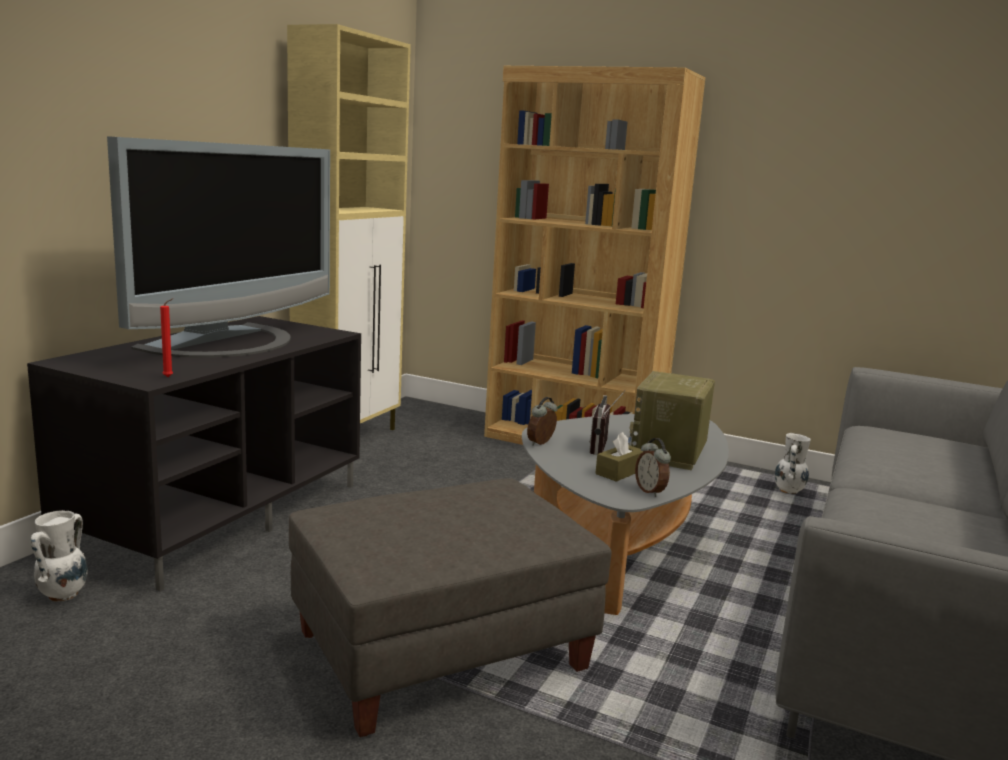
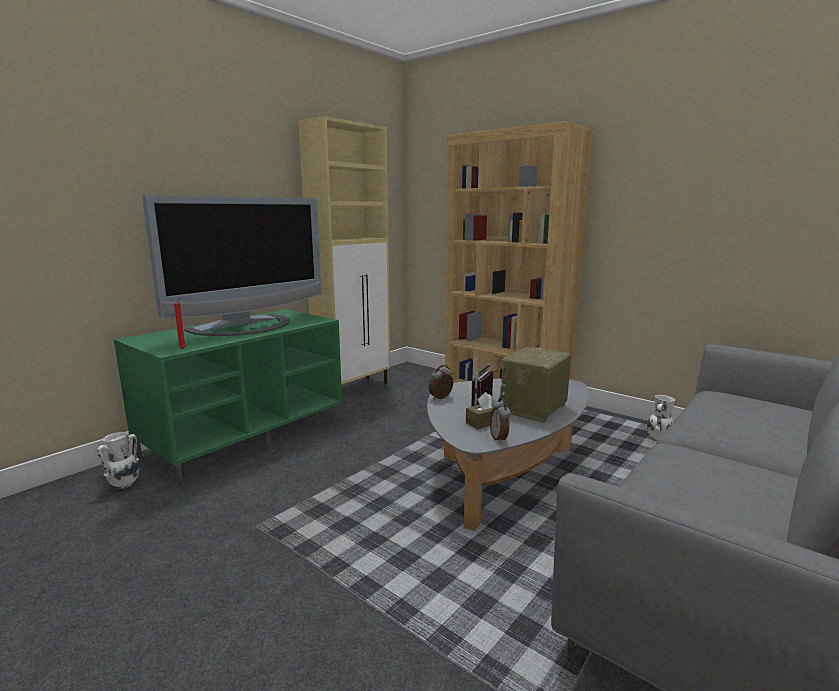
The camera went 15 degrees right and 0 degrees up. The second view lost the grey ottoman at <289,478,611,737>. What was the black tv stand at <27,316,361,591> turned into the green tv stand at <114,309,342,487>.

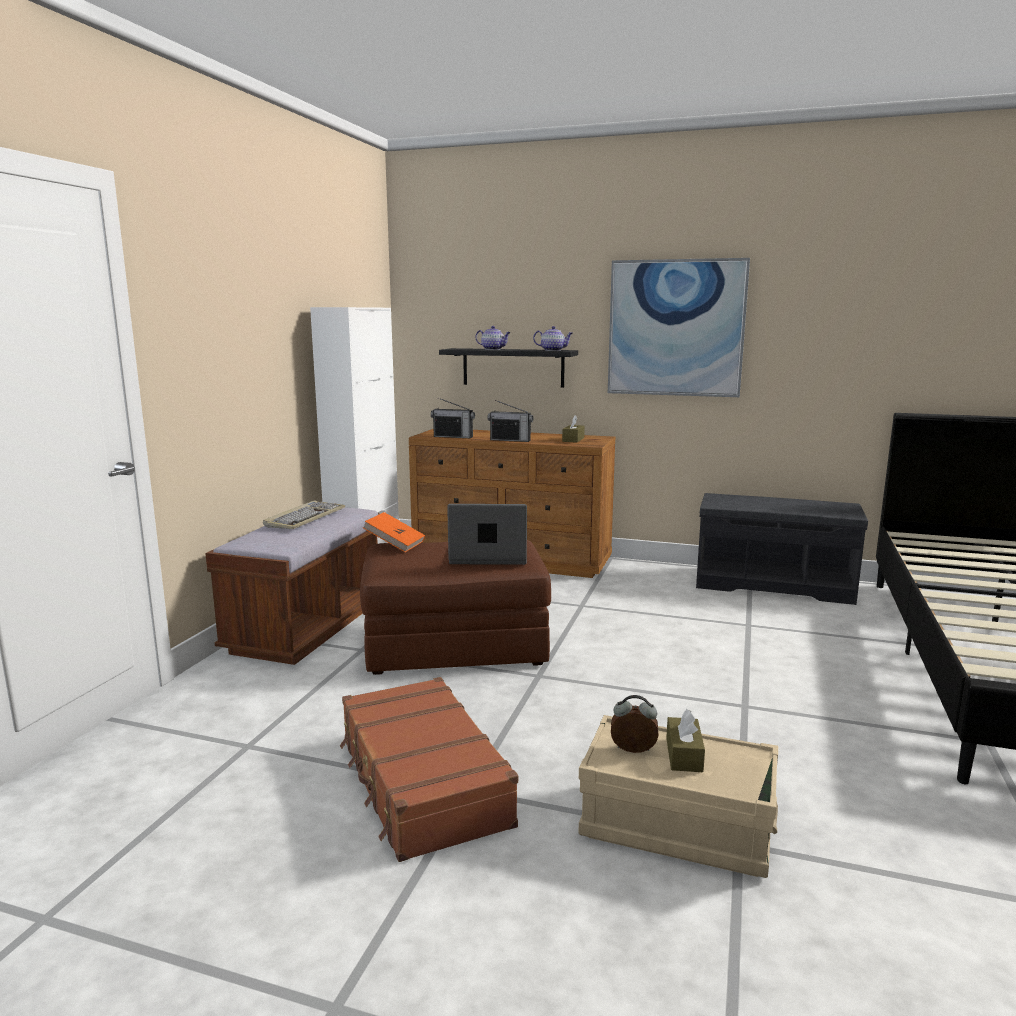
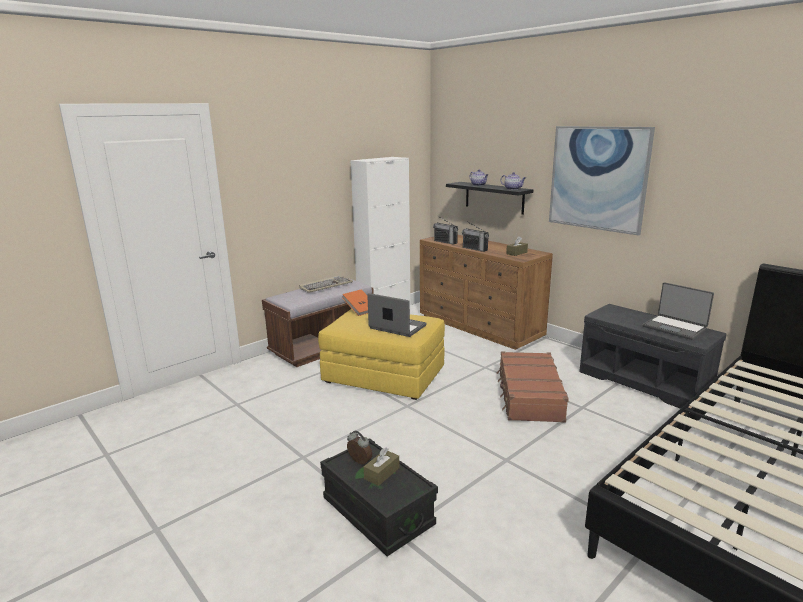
The camera went 30 degrees right and 5 degrees up. The second view gained the laptop at <643,282,714,340>. The brown suitcase ended up elsewhere, having gone from <340,677,518,862> to <497,351,569,423>. What was the brown ottoman at <360,540,551,675> turned into the yellow ottoman at <318,309,445,400>. What was the beige storage box at <578,715,778,878> turned into the black storage box at <320,438,438,557>.

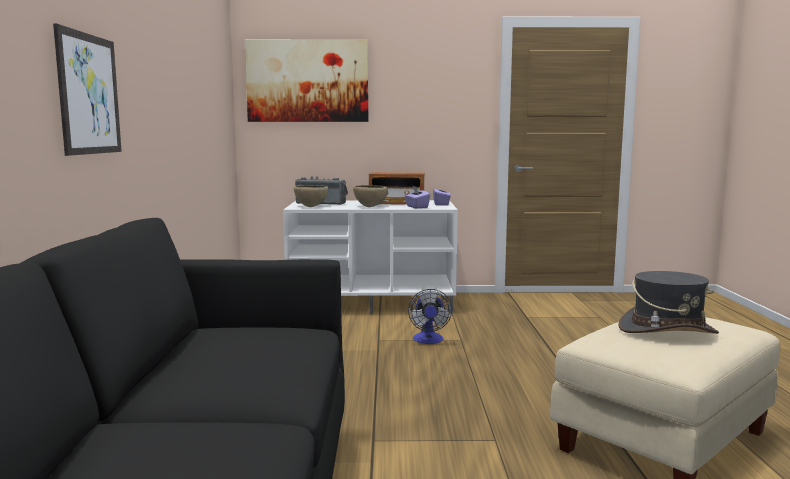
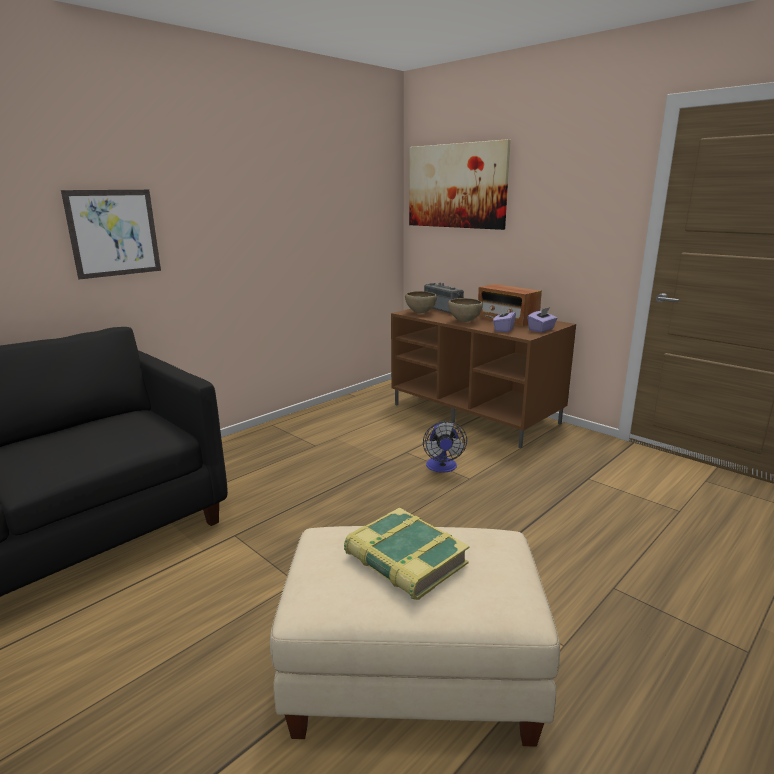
The camera went 45 degrees right and 10 degrees up. Where the grey hat stood at <618,271,719,334>, the book came to stand at <344,507,469,600>. What was the white tv stand at <283,200,458,314> turned into the brown tv stand at <391,309,576,448>. The fan at <408,289,452,344> ended up facing another way, 45 degrees counterclockwise from before.

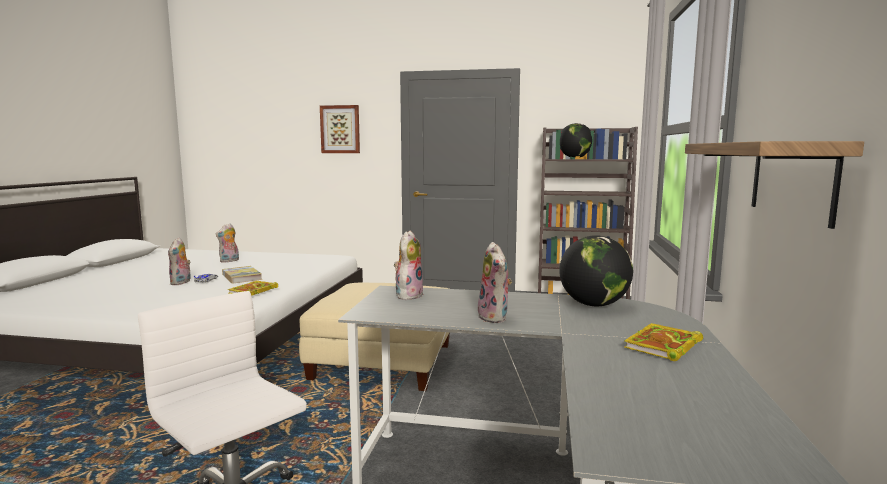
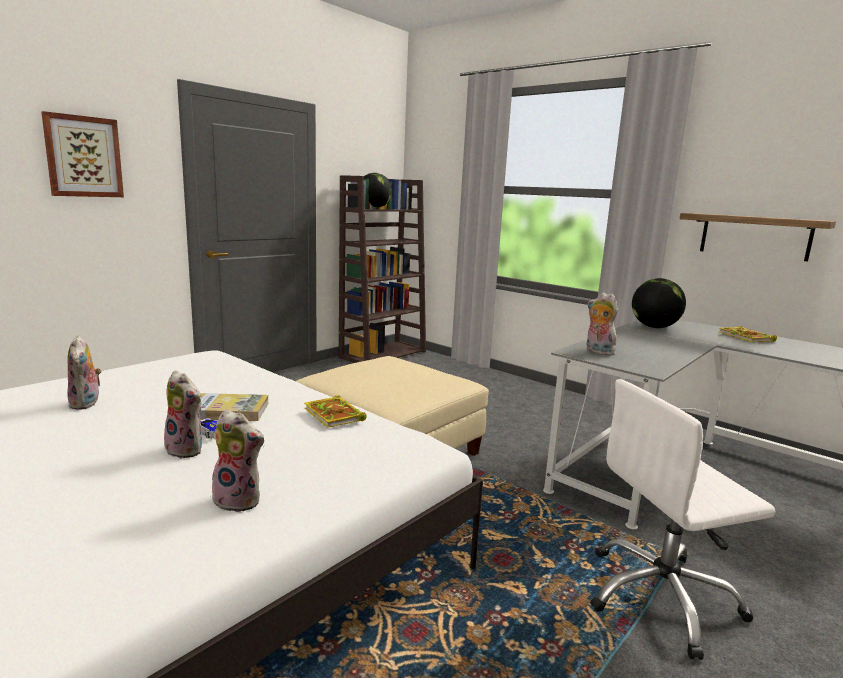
The camera went 60 degrees left and 5 degrees up. The plush toy ended up elsewhere, having gone from <478,242,512,323> to <210,410,264,513>.

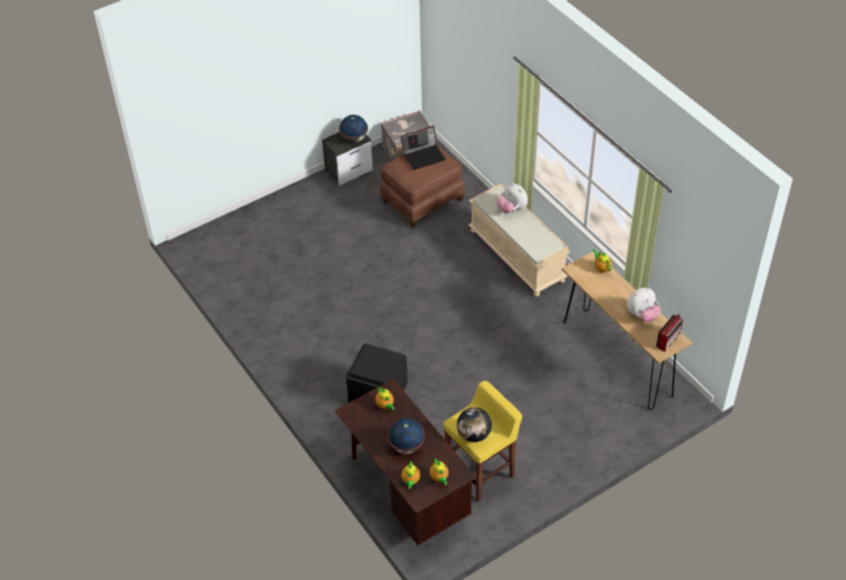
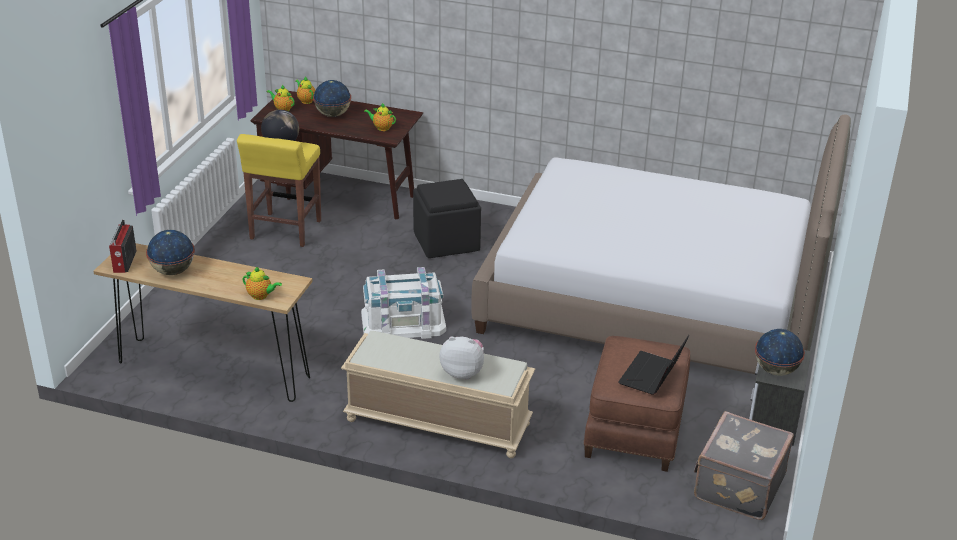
The camera went 140 degrees right and 15 degrees down. The second view gained the white storage box at <361,267,446,339>. The second view gained the bed at <471,114,851,374>. Where the plush toy stood at <627,288,661,322>, the globe came to stand at <146,230,195,275>.

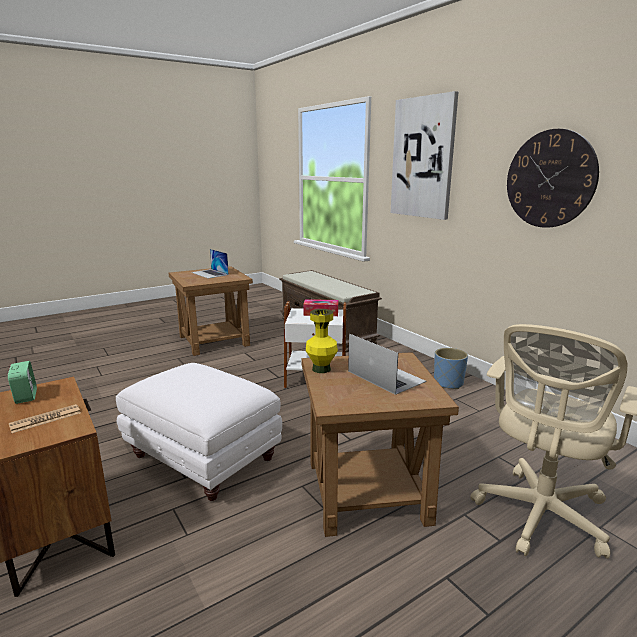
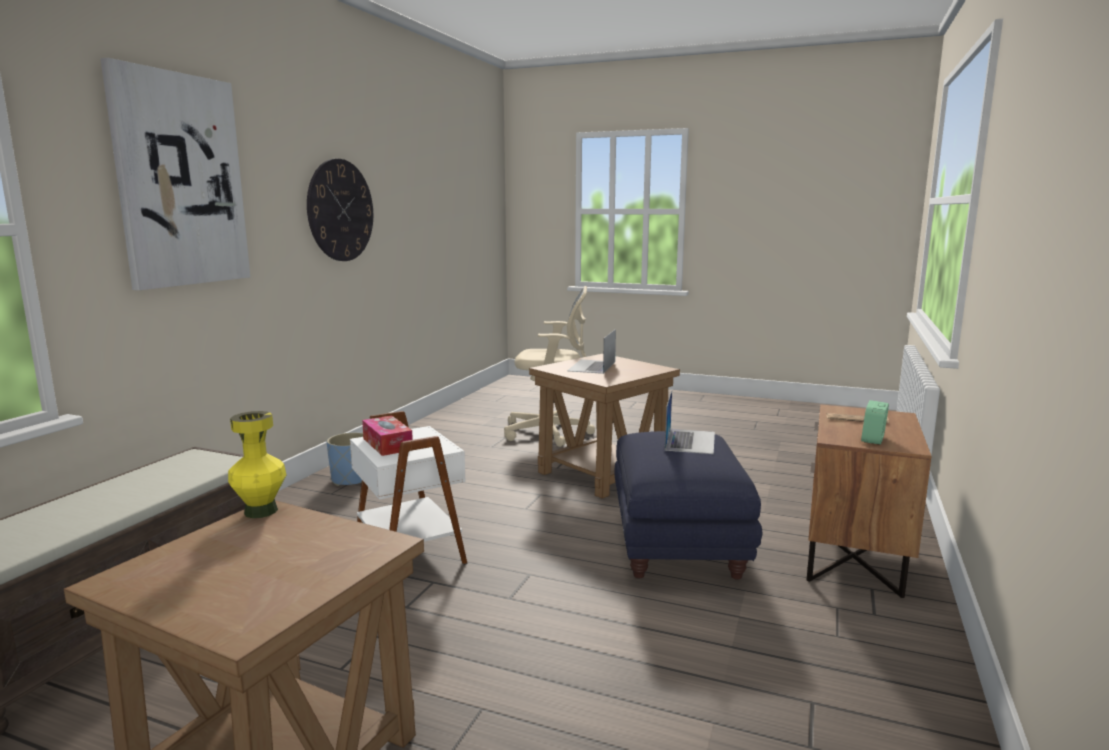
The camera went 125 degrees left and 5 degrees down. The laptop ended up elsewhere, having gone from <191,249,229,279> to <665,390,715,454>. The yellow vase ended up elsewhere, having gone from <306,309,338,373> to <228,411,287,518>. What was the white ottoman at <116,363,282,501> turned into the blue ottoman at <615,431,762,580>.

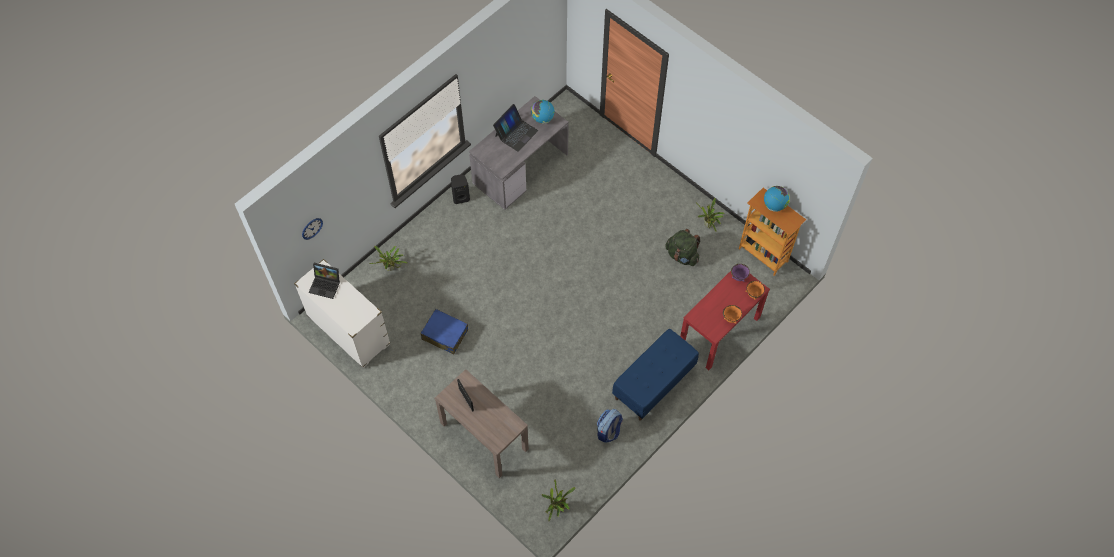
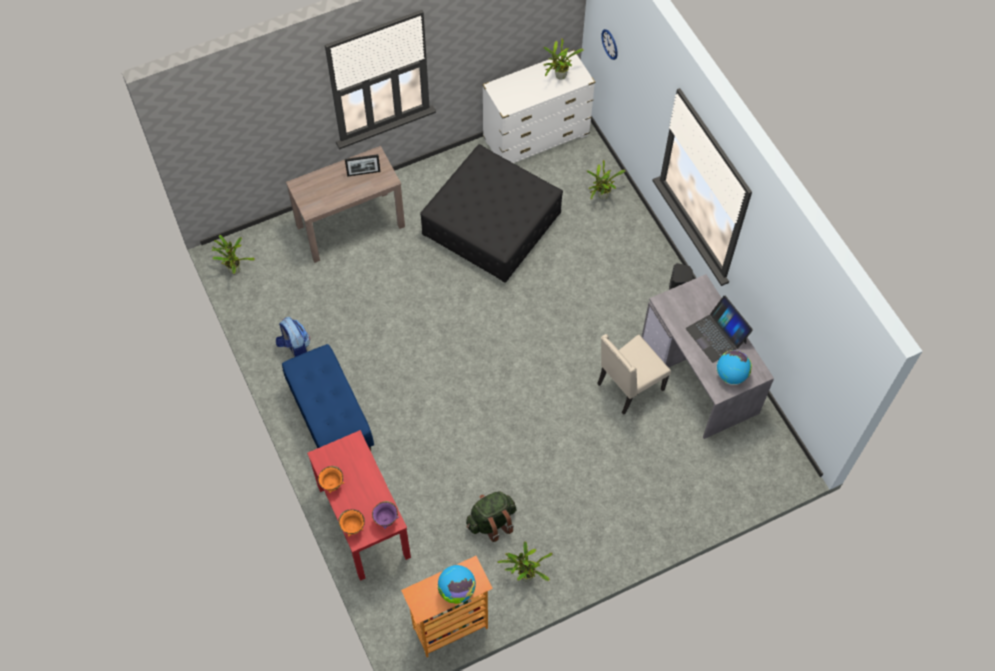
The camera went 110 degrees right and 0 degrees up. The second view gained the beige chair at <597,334,671,415>. Where the laptop stood at <309,263,340,299>, the potted plant came to stand at <543,38,584,80>. Where the blue suitcase stood at <421,309,468,355>, the black ottoman came to stand at <420,144,563,283>.

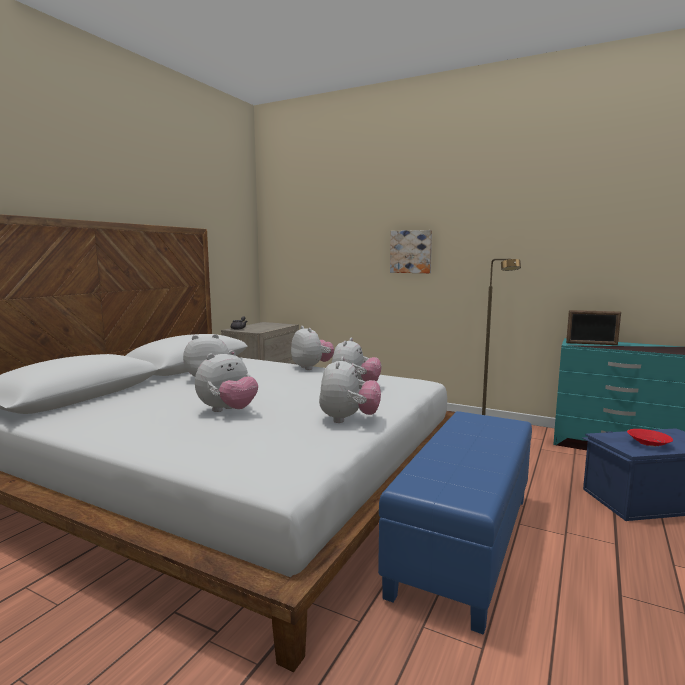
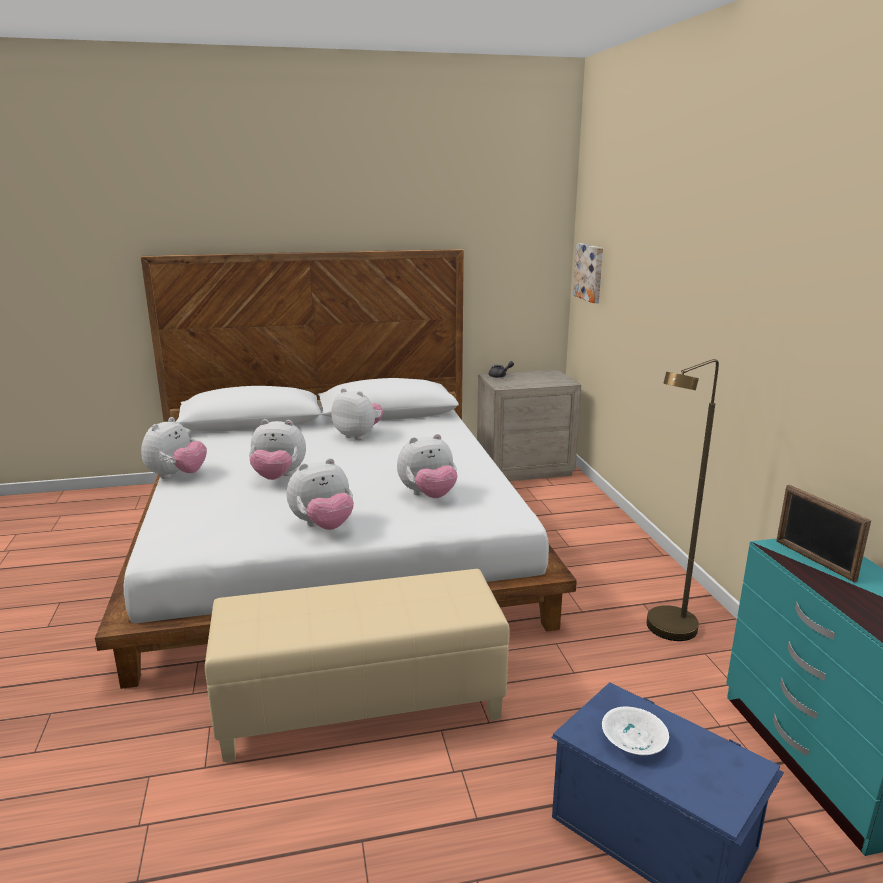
The camera went 50 degrees right and 10 degrees up. The plush toy ended up elsewhere, having gone from <291,326,334,370> to <141,417,207,479>. The picture ended up elsewhere, having gone from <390,230,432,273> to <573,243,603,303>. What was the blue ottoman at <378,411,532,635> turned into the beige ottoman at <205,569,510,762>. What was the red bowl at <627,429,673,447> turned into the white bowl at <602,706,669,755>.

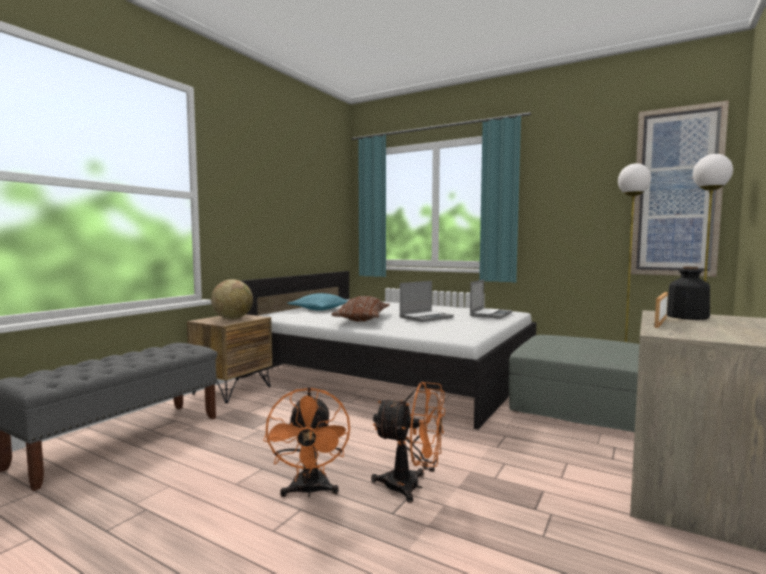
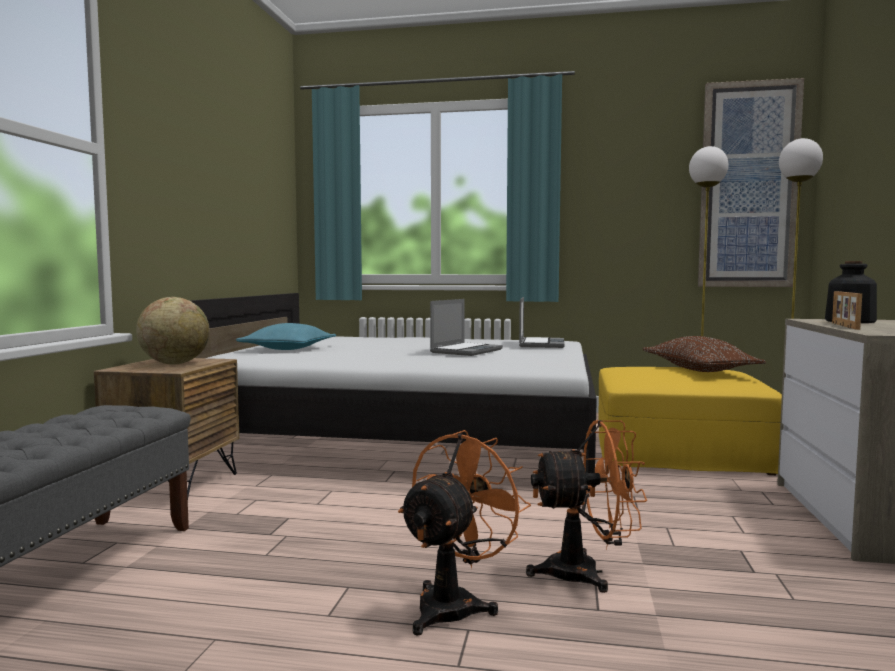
The camera went 20 degrees left and 0 degrees up. The brown pillow ended up elsewhere, having gone from <331,296,390,321> to <643,336,766,372>. What was the grey ottoman at <509,335,639,432> turned into the yellow ottoman at <598,367,782,475>. The orange fan at <263,387,350,497> ended up facing another way, 120 degrees counterclockwise from before.

